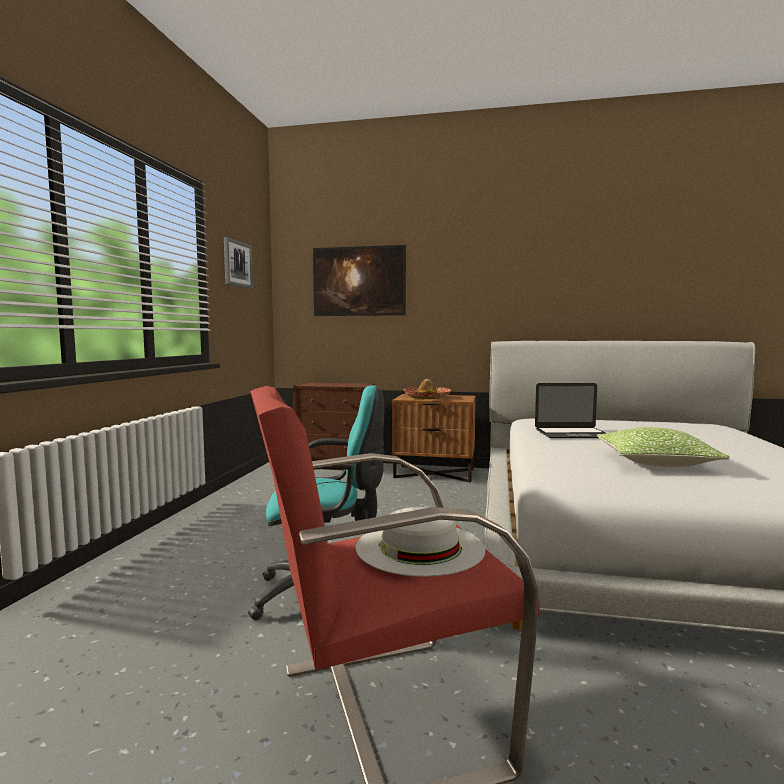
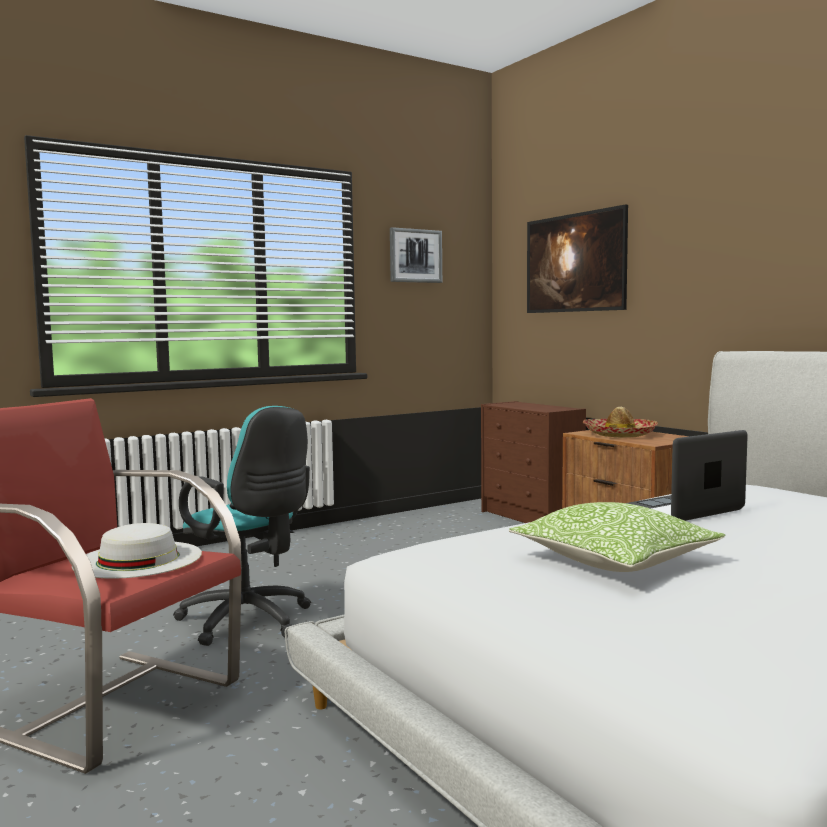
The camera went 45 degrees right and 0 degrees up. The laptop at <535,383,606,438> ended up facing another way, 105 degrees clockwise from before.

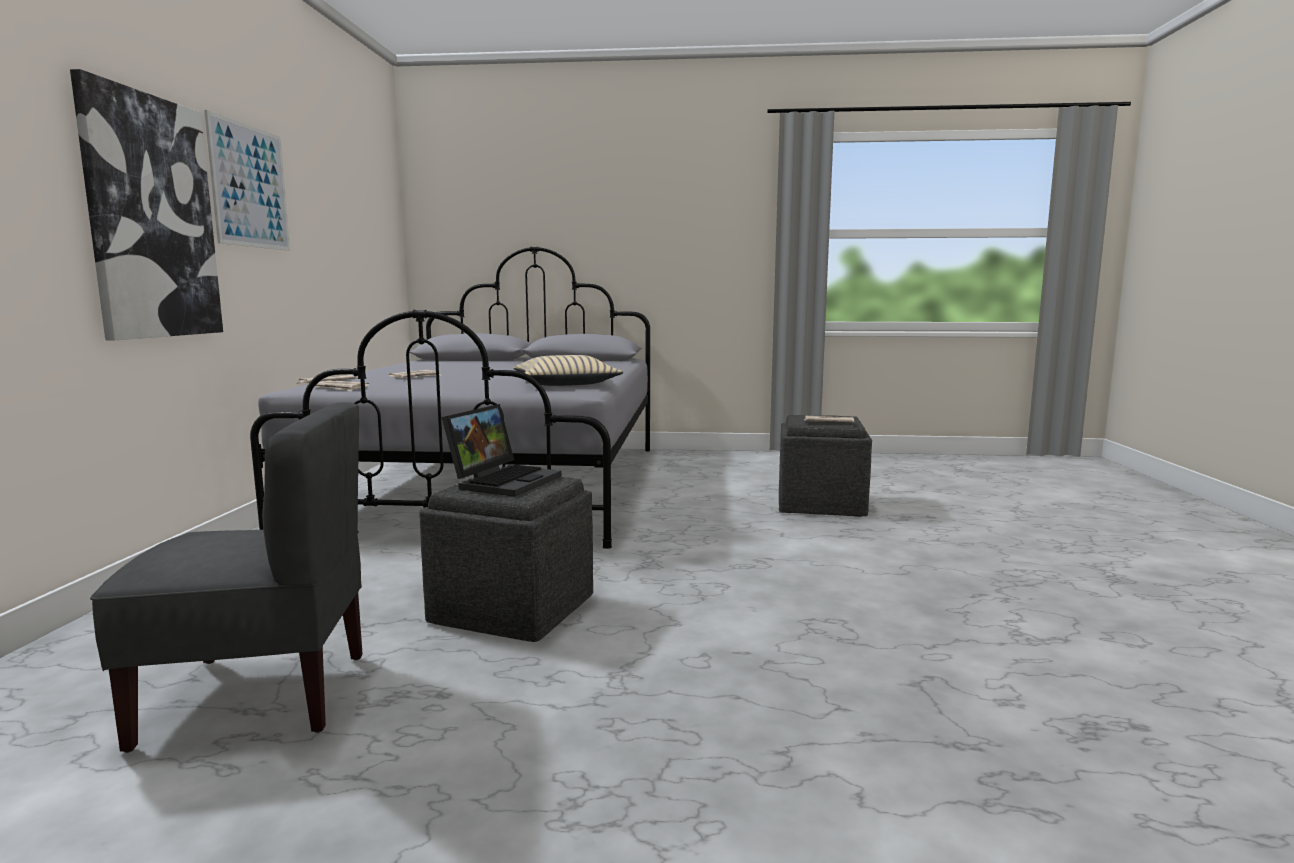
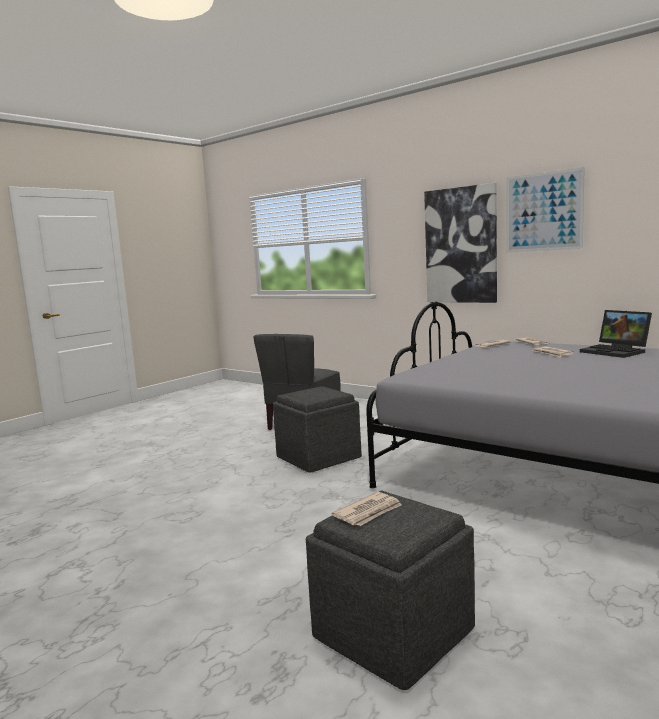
The camera went 125 degrees right and 0 degrees up. The second view lost the beige pillow at <513,355,623,386>. The laptop ended up elsewhere, having gone from <442,404,562,497> to <580,310,652,358>.

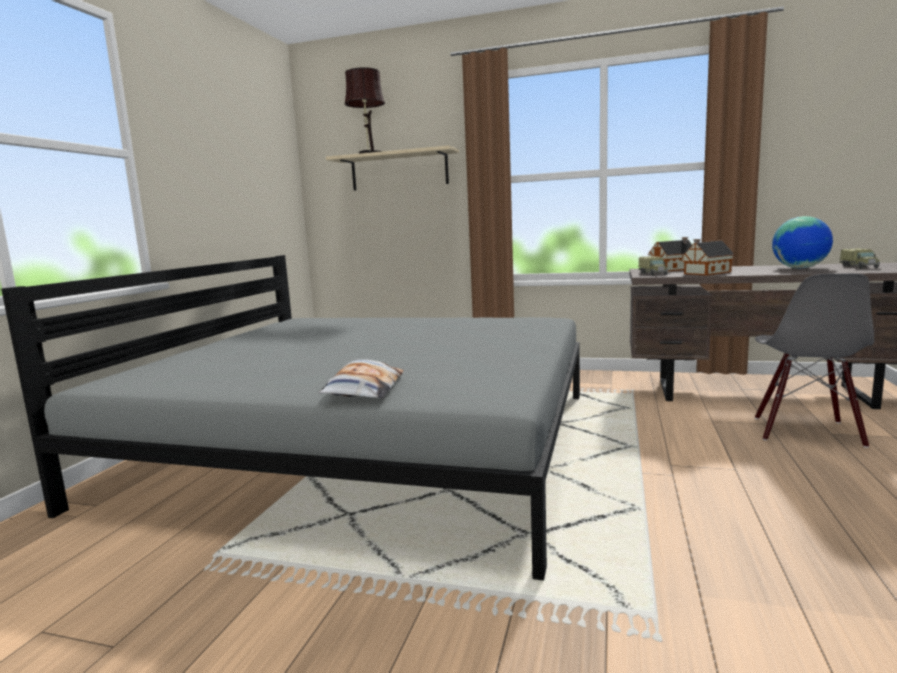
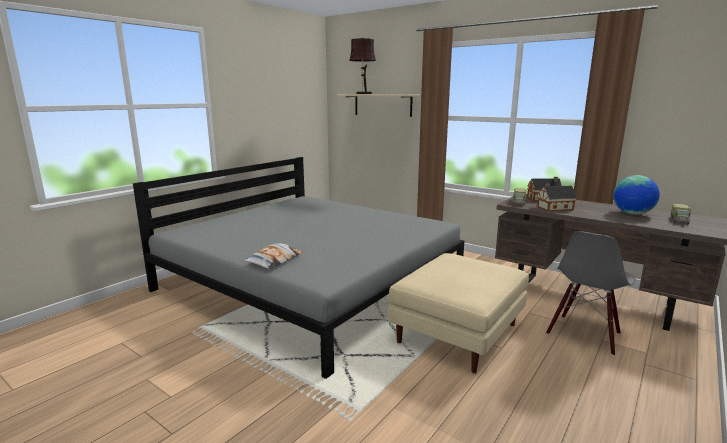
The camera went 20 degrees right and 5 degrees up. The second view gained the beige ottoman at <388,253,529,373>.

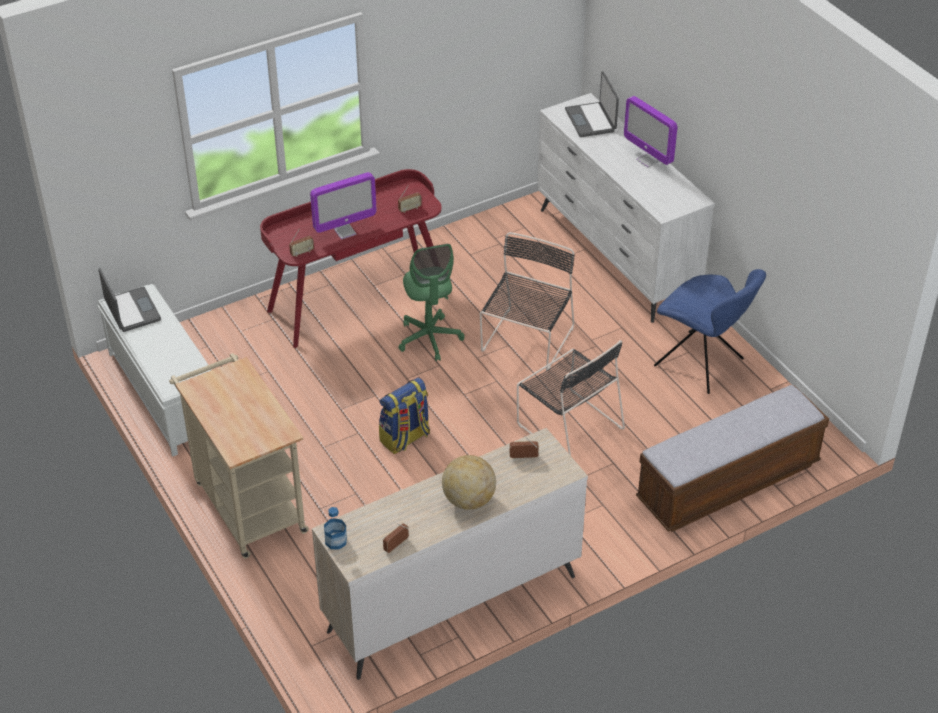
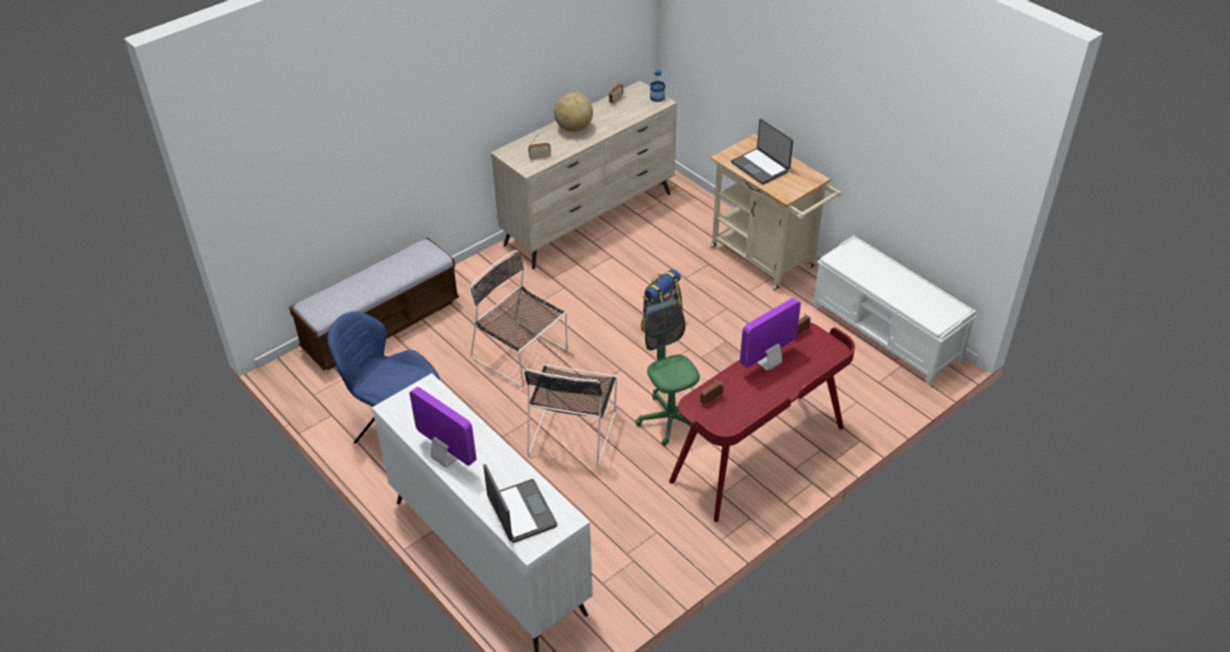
The camera went 170 degrees right and 0 degrees up. The laptop ended up elsewhere, having gone from <98,268,161,332> to <731,119,793,185>.

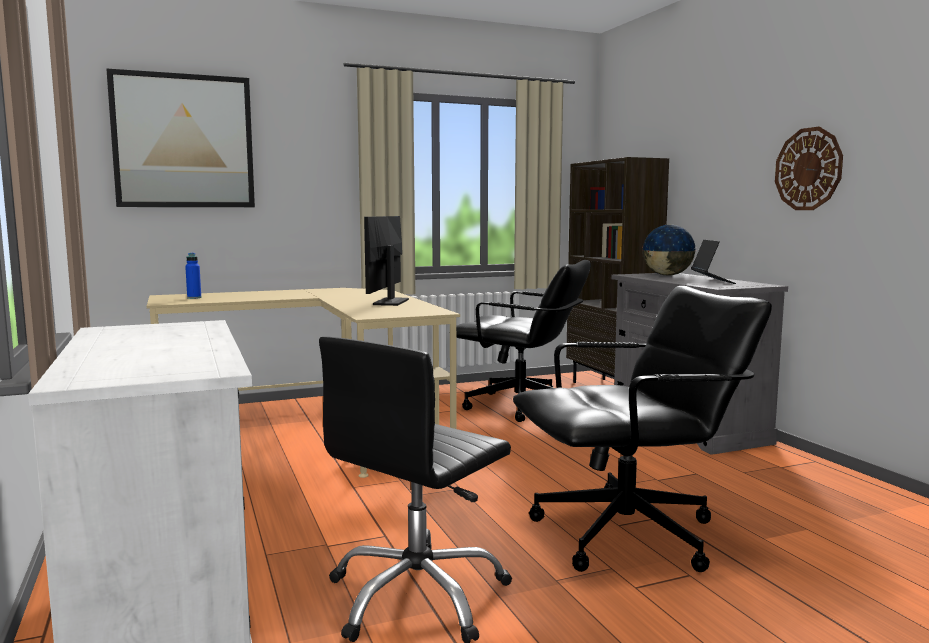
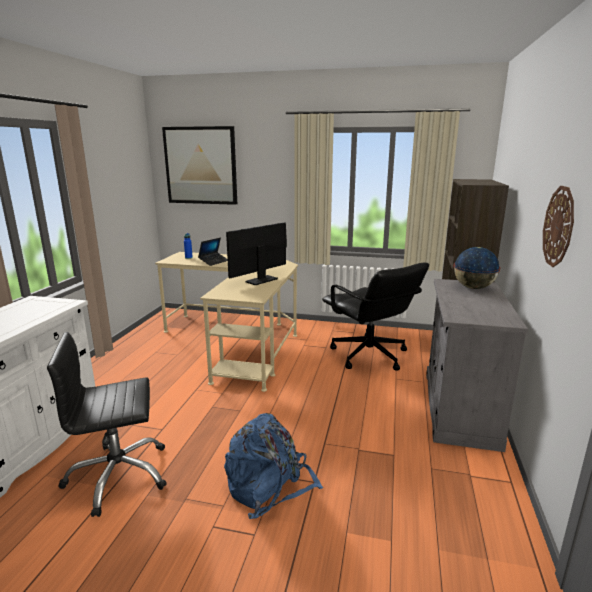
The camera went 35 degrees right and 10 degrees up. The laptop ended up elsewhere, having gone from <691,240,736,284> to <198,238,228,266>. Where the black office chair stood at <513,286,772,572>, the blue backpack came to stand at <224,413,323,519>.

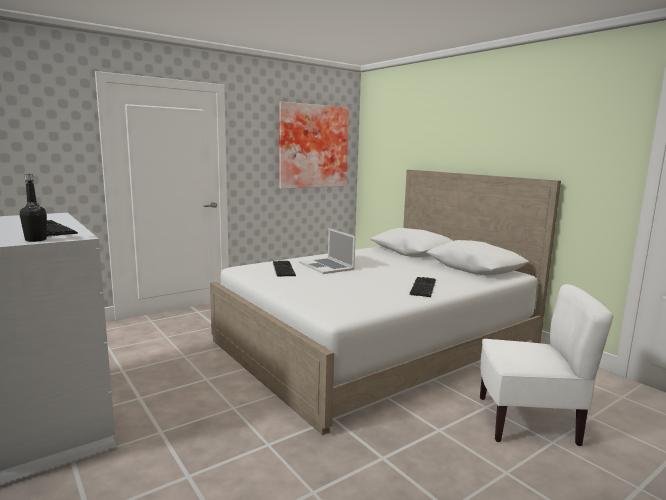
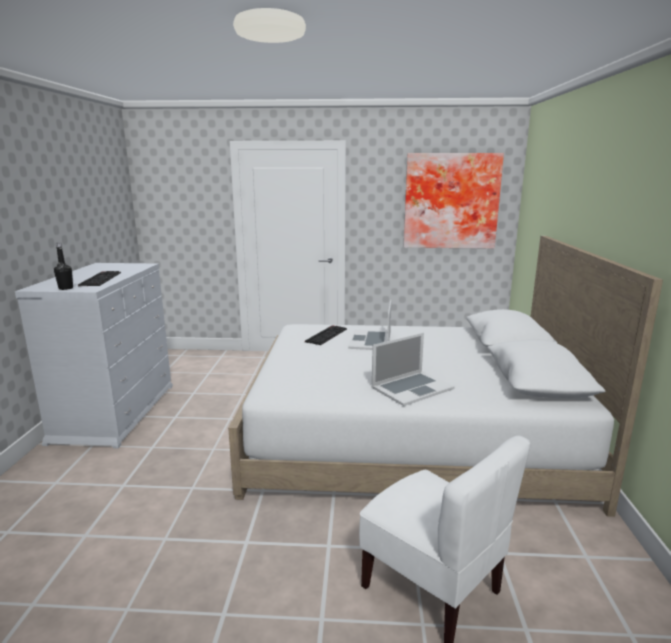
The camera went 40 degrees right and 5 degrees up. Where the keyboard stood at <410,277,436,297>, the laptop came to stand at <372,333,455,406>.

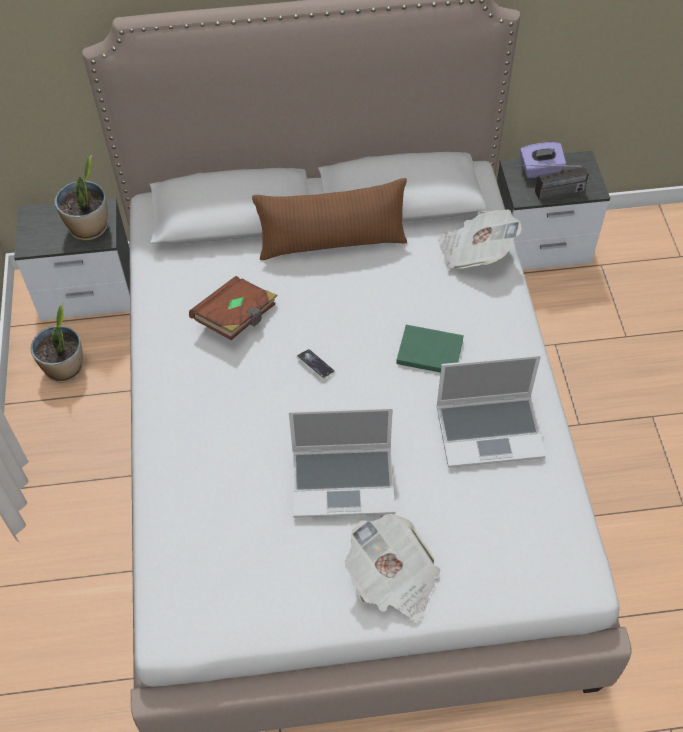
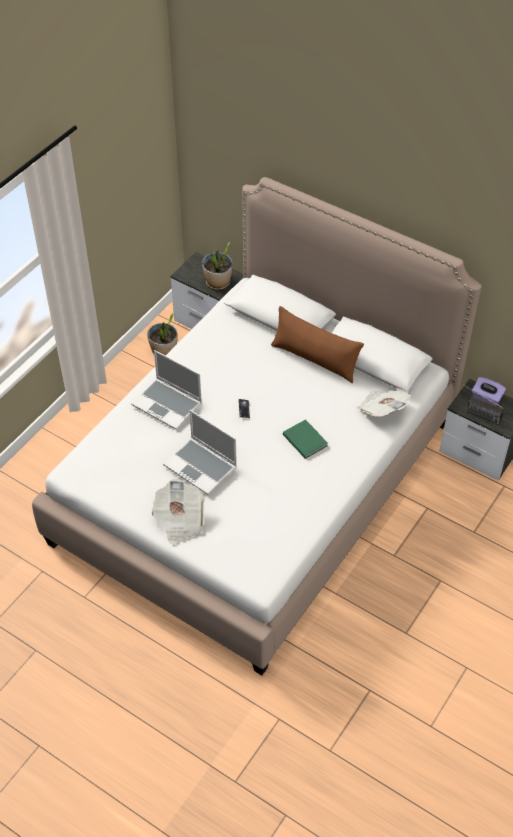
The camera went 40 degrees right and 5 degrees down. The second view lost the brown book at <189,276,277,340>. The laptop ended up elsewhere, having gone from <436,355,546,468> to <131,350,202,430>.

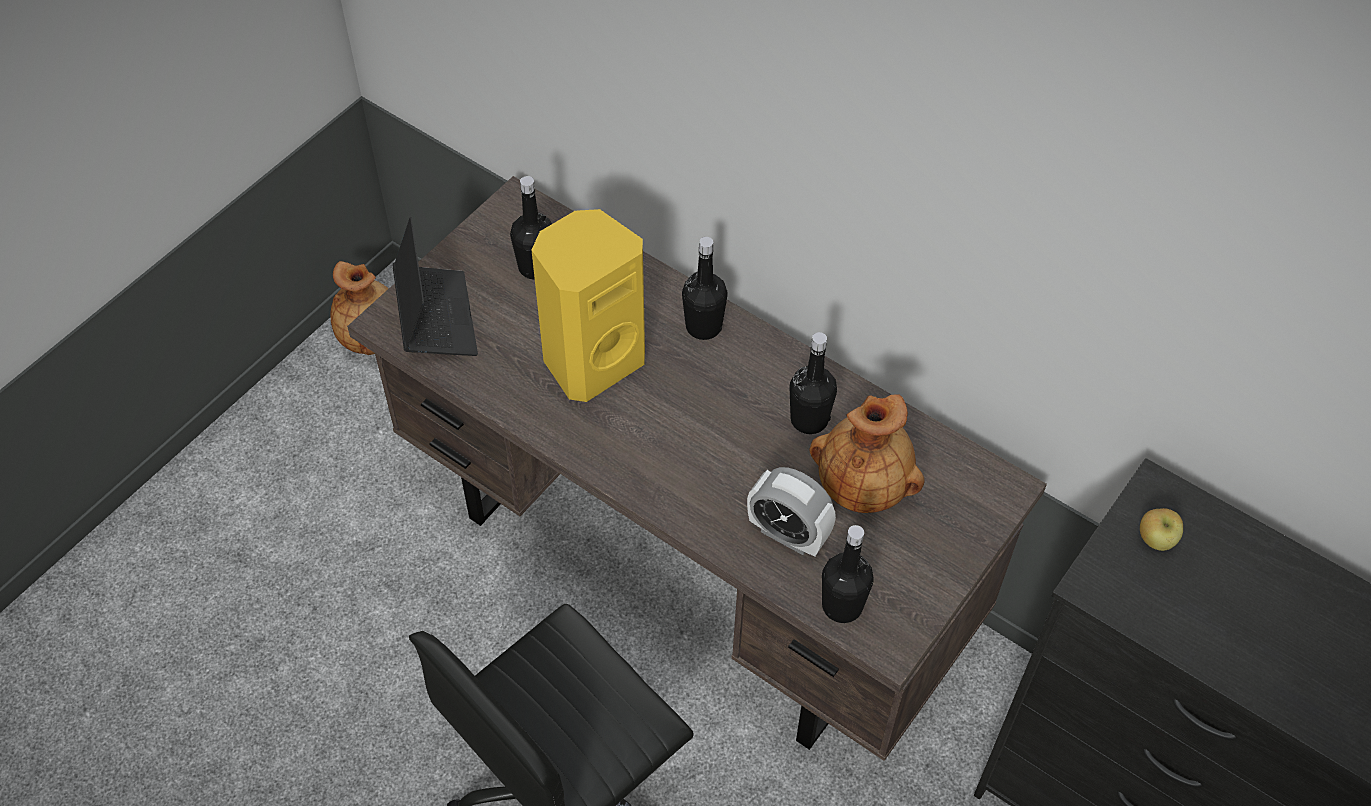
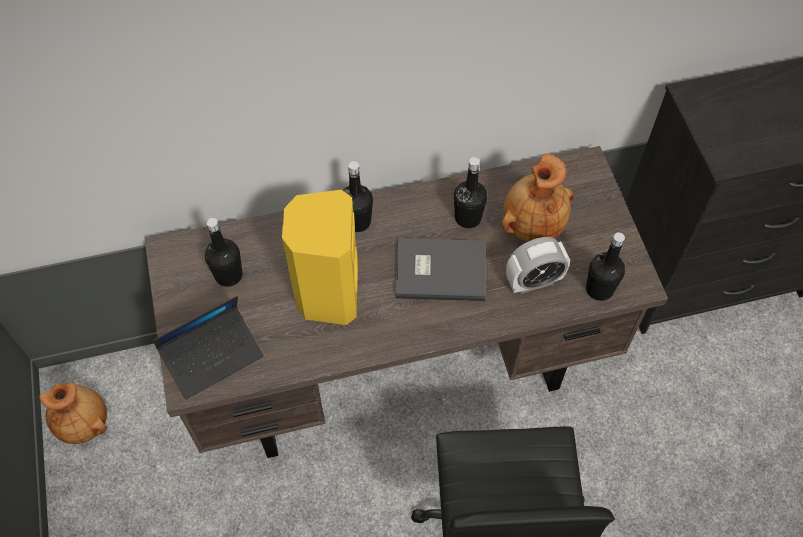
The camera went 50 degrees left and 5 degrees up. The second view lost the apple at <1140,508,1183,551>. The second view gained the grey book at <396,238,486,301>. The laptop at <393,217,478,356> ended up facing another way, 120 degrees clockwise from before.

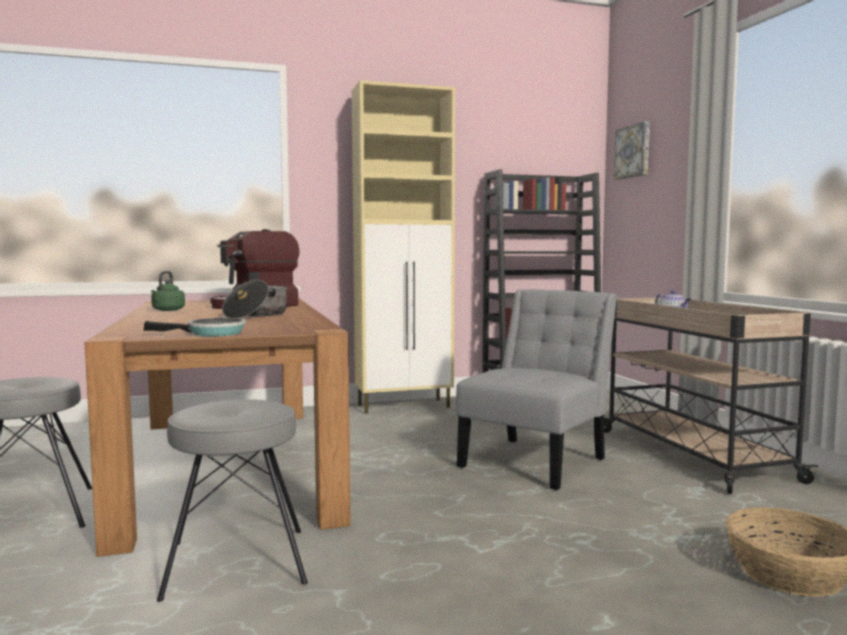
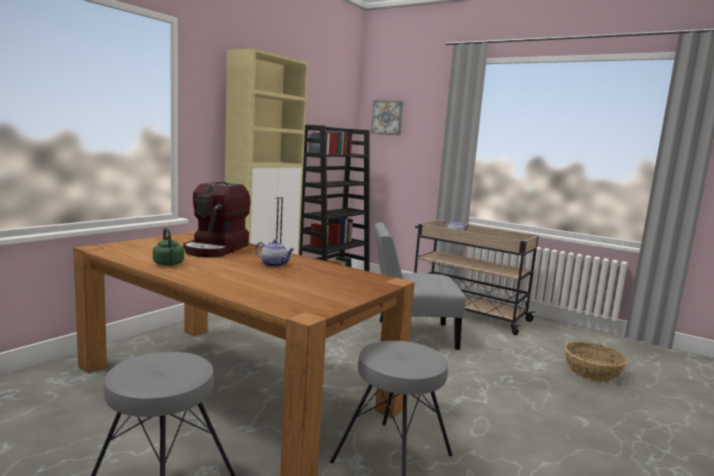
The camera went 40 degrees left and 5 degrees up. The second view lost the frying pan at <144,318,246,336>. Where the cooking pot stood at <222,280,288,318>, the teapot came to stand at <256,239,294,267>. The grey chair at <456,289,617,490> ended up facing another way, 90 degrees counterclockwise from before.

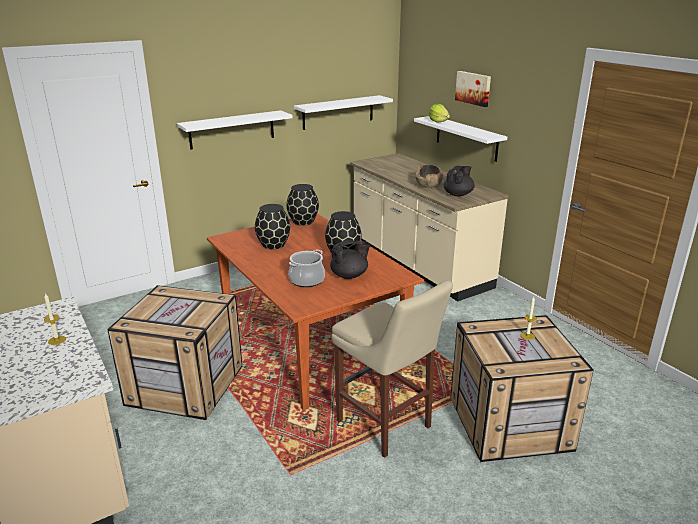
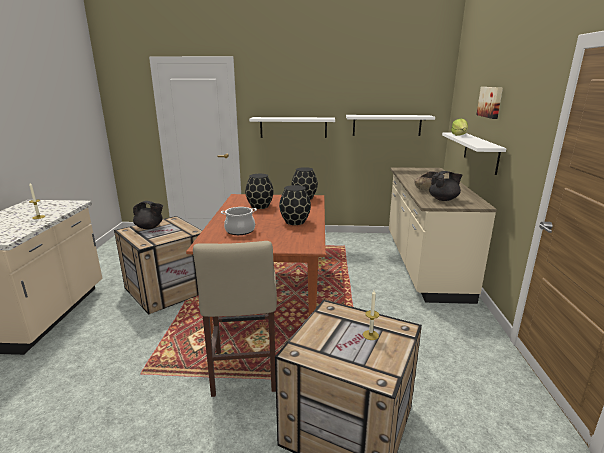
The camera went 35 degrees right and 5 degrees down. The black teapot ended up elsewhere, having gone from <330,240,371,279> to <133,201,163,229>.

